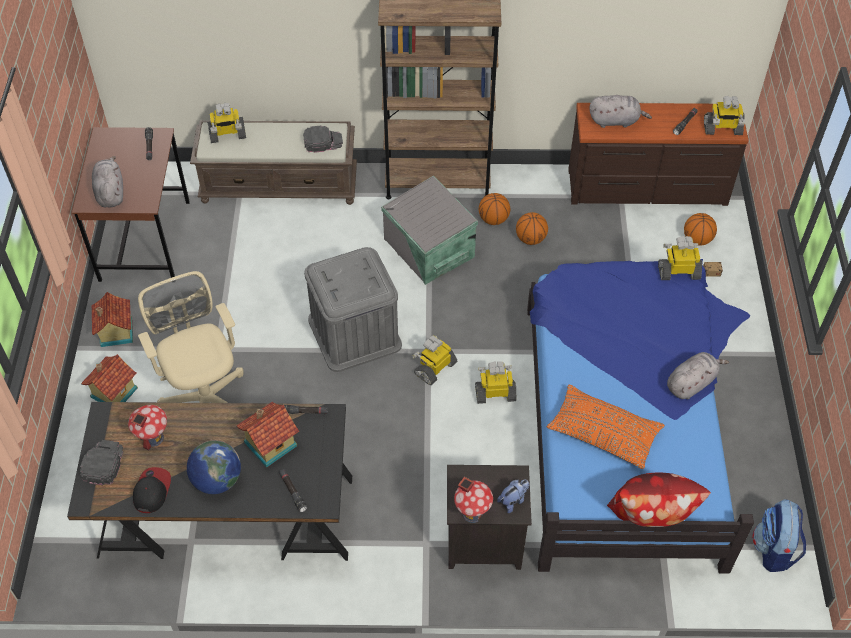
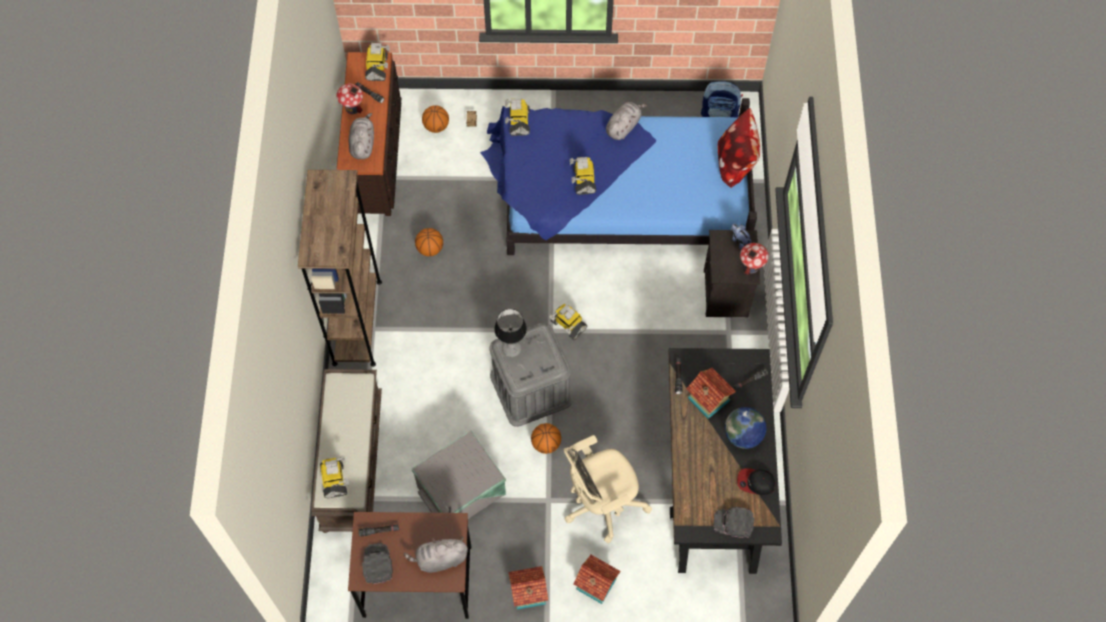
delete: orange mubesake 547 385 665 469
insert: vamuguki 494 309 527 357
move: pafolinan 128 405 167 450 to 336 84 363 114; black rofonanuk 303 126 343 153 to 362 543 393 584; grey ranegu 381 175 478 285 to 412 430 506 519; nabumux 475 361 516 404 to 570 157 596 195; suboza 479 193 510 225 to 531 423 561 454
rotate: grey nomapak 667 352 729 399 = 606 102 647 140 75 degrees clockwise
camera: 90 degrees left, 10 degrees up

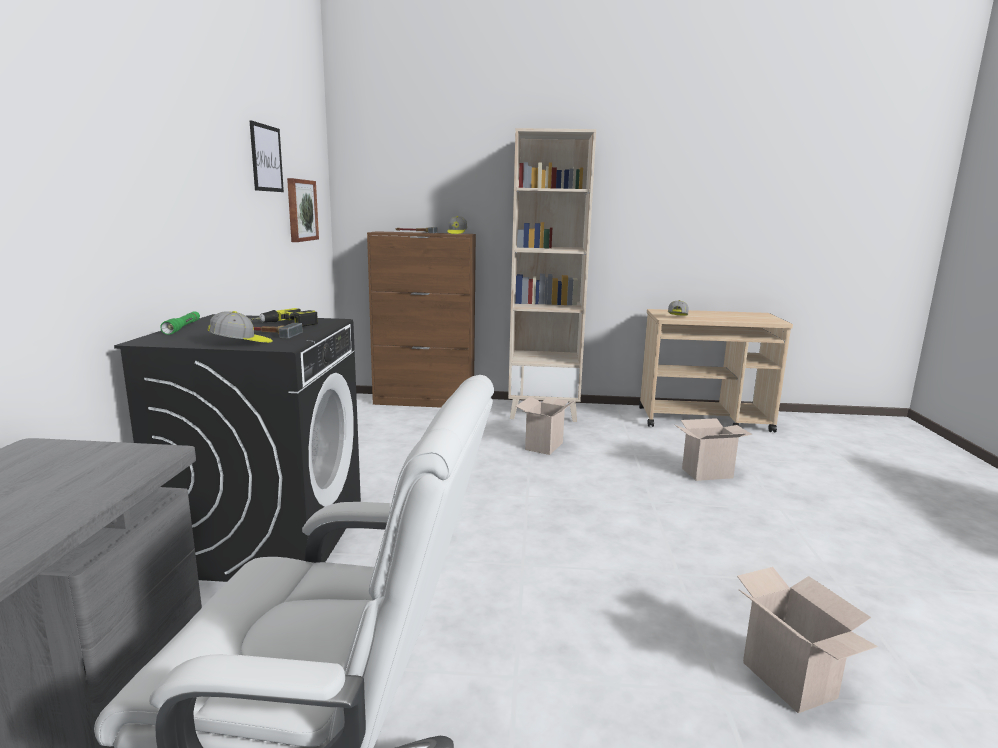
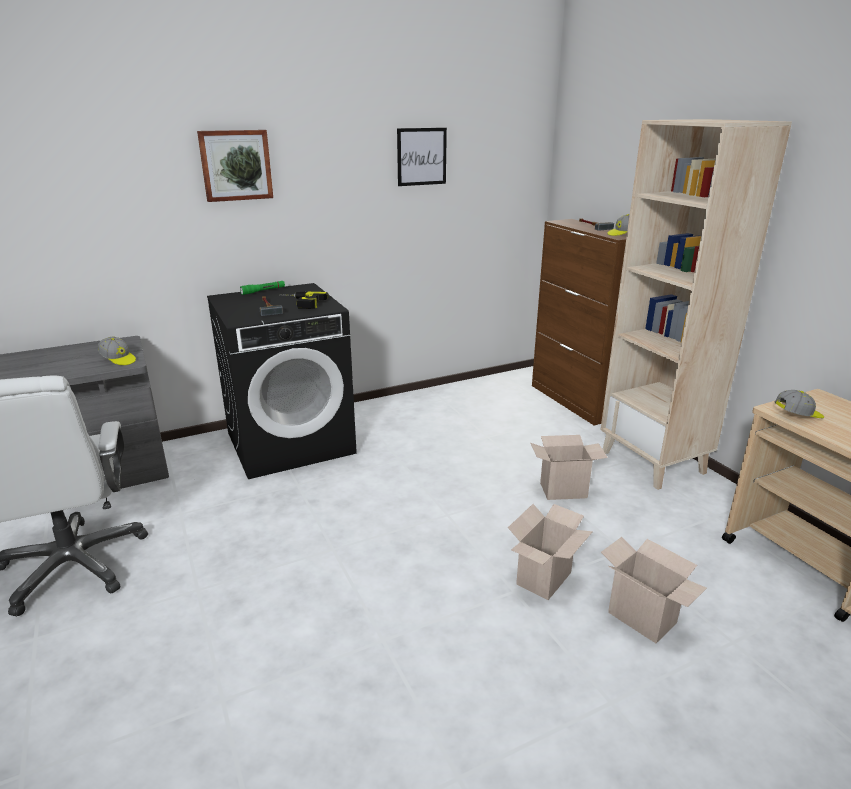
move: rofonanuk 208 311 273 343 to 98 337 136 365; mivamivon 287 178 319 242 to 197 130 273 202; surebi 737 567 878 713 to 508 504 593 600
camera: 60 degrees right, 10 degrees up

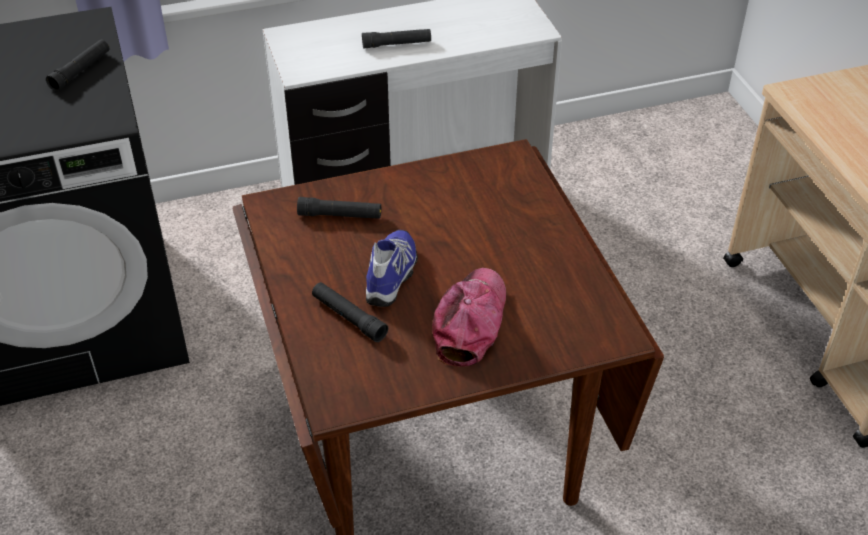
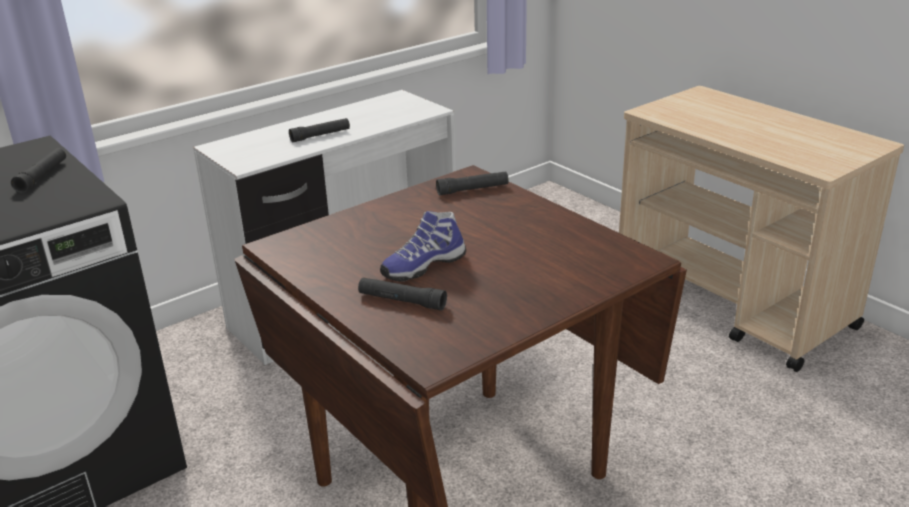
delete: rofonanuk 432 268 506 367
move: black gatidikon 297 197 381 219 to 436 171 509 195
rotate: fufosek 366 230 418 307 = 380 211 466 281 120 degrees counterclockwise
camera: 20 degrees left, 15 degrees down

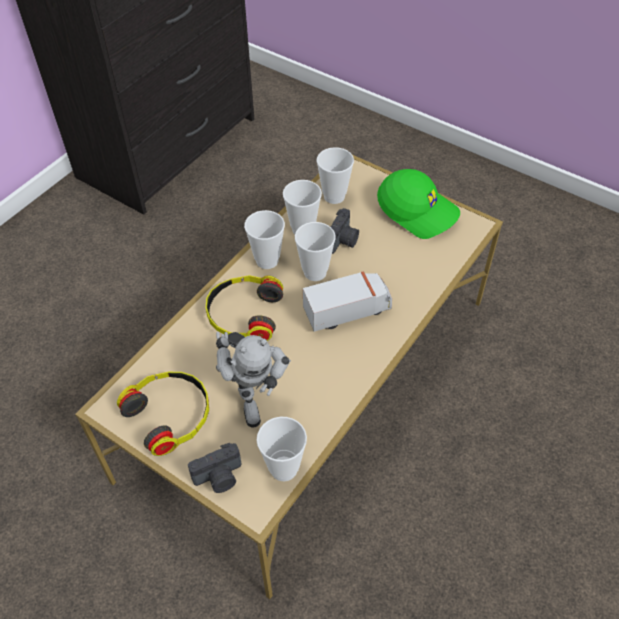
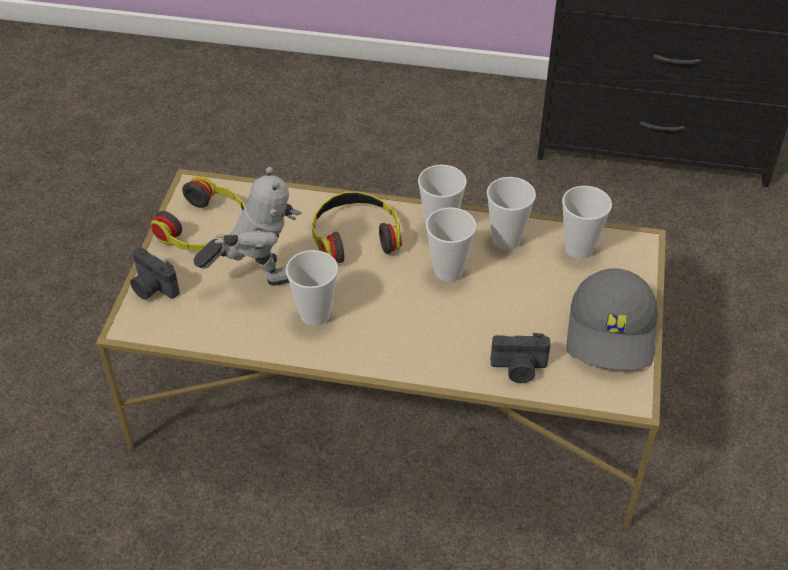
delete: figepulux 303 271 392 332
move: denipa 256 417 307 481 to 286 250 338 326; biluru 331 208 359 254 to 491 333 550 383
recolor: green rofonanuk 377 169 460 239 to grey rofonanuk 566 268 658 370
rotate: nabumux 216 332 291 427 = 194 167 302 286 150 degrees counterclockwise
camera: 65 degrees right, 5 degrees down

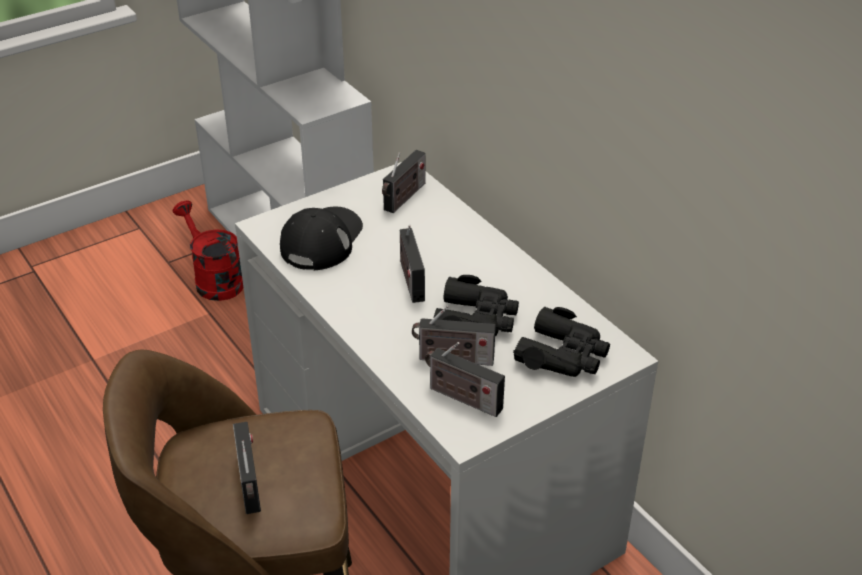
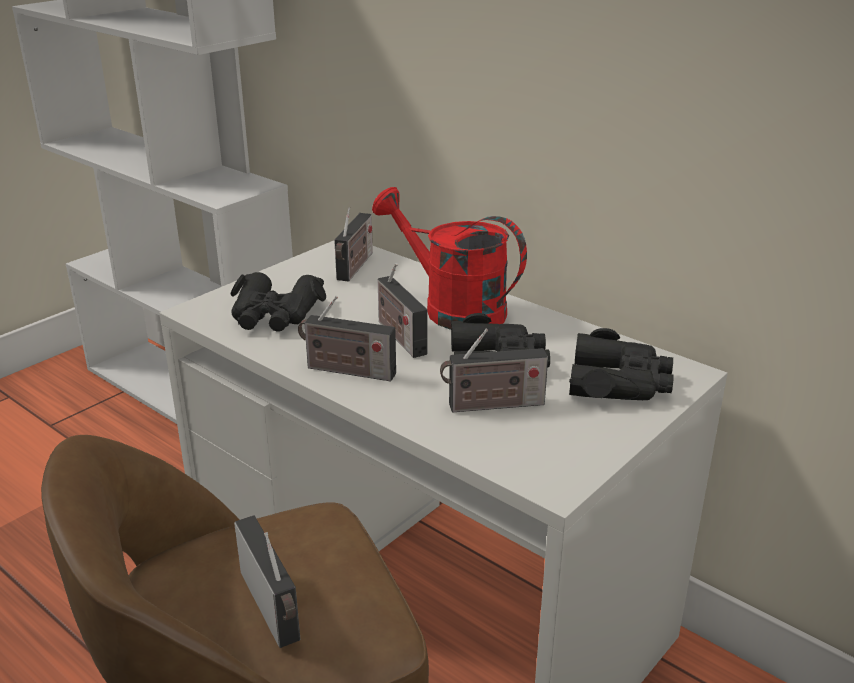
move: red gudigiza 173 200 243 301 to 372 187 527 330; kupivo 425 342 505 417 to 298 296 396 381
replace: black rofonanuk 280 207 363 270 to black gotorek 230 272 326 332
camera: 15 degrees left, 10 degrees down

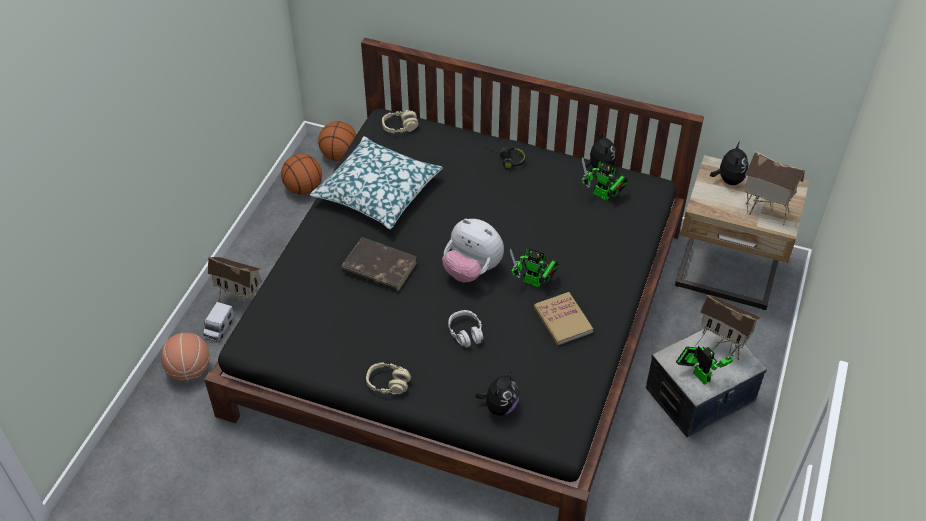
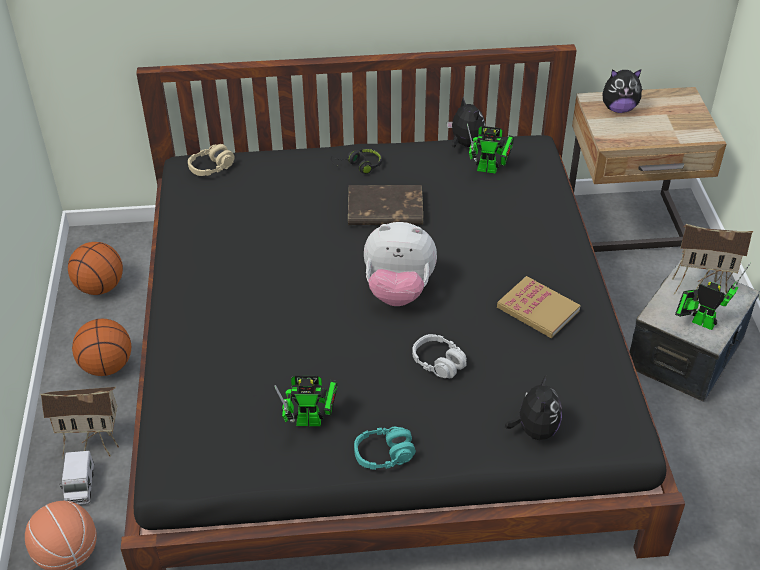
delete: mubesake 310 136 443 229; pafolinan 744 151 805 226
move: suboza 318 121 357 161 to 72 318 131 376; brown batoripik 341 237 417 291 to 348 185 423 225; nabumux 510 248 559 288 to 274 376 338 426
recolor: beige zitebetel 366 363 411 395 to turquoise zitebetel 354 427 416 470
rotate: nomapak 710 142 749 185 = 603 69 642 113 105 degrees clockwise
camera: 25 degrees left, 5 degrees down

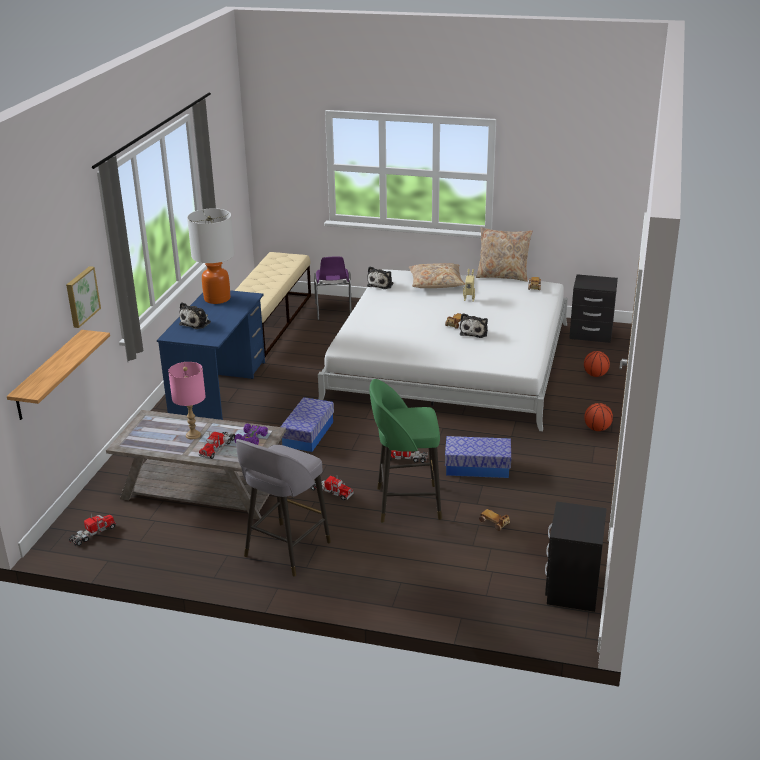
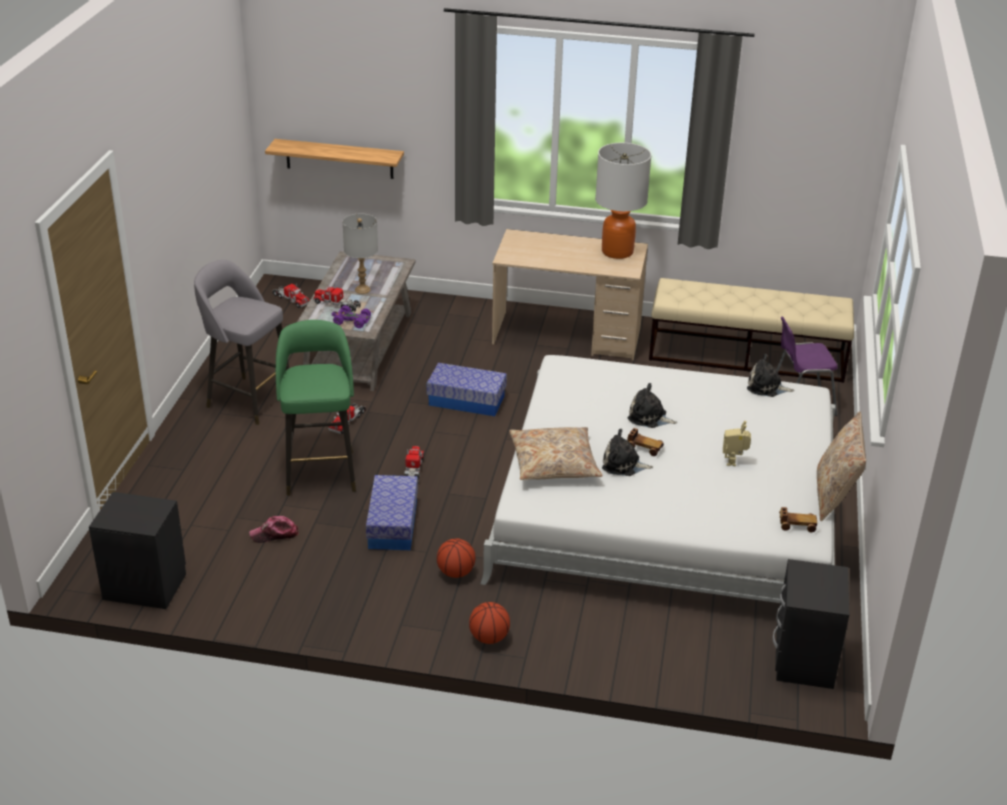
delete: mivamivon 66 266 101 328
move: nomapak 179 302 211 329 to 628 383 677 428; beige mubesake 409 263 465 288 to 509 427 603 480; suboza 584 351 610 377 to 437 538 475 578
replace: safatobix 479 509 510 531 to rofonanuk 249 516 299 543
recolor: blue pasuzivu 157 290 265 420 to beige pasuzivu 492 229 648 361; pink vamuguki 168 362 206 439 to grey vamuguki 343 213 378 294
camera: 85 degrees right, 5 degrees up

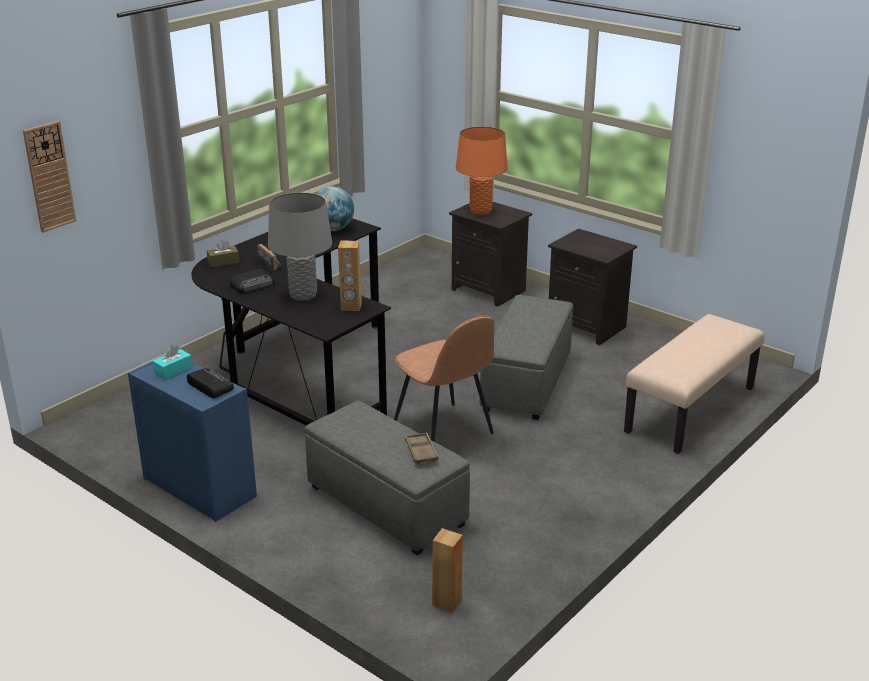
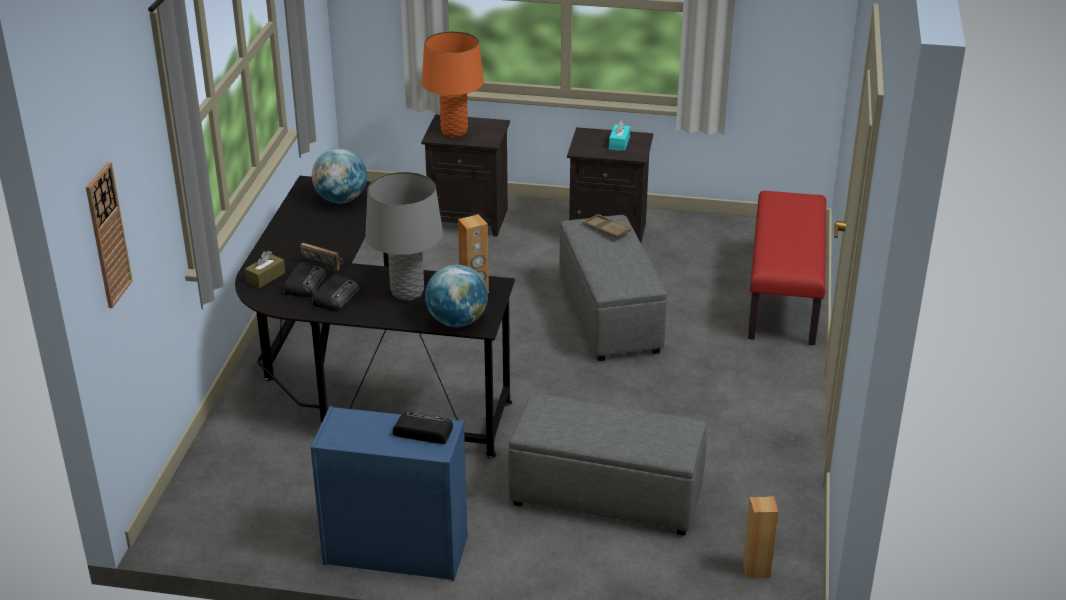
delete: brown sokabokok 394 316 494 441
insert: kupivo 284 262 327 297; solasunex 425 264 488 327
move: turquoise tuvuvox 152 345 192 380 to 609 120 630 151; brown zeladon 405 432 438 464 to 583 214 631 239
recolor: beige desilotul 624 314 764 454 to red desilotul 748 191 826 345
camera: 30 degrees left, 5 degrees up

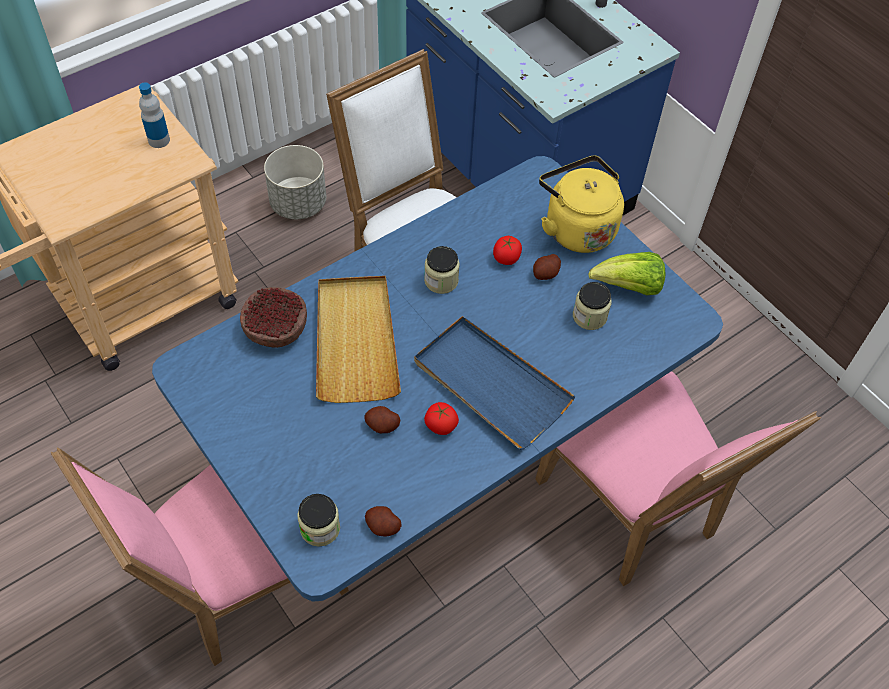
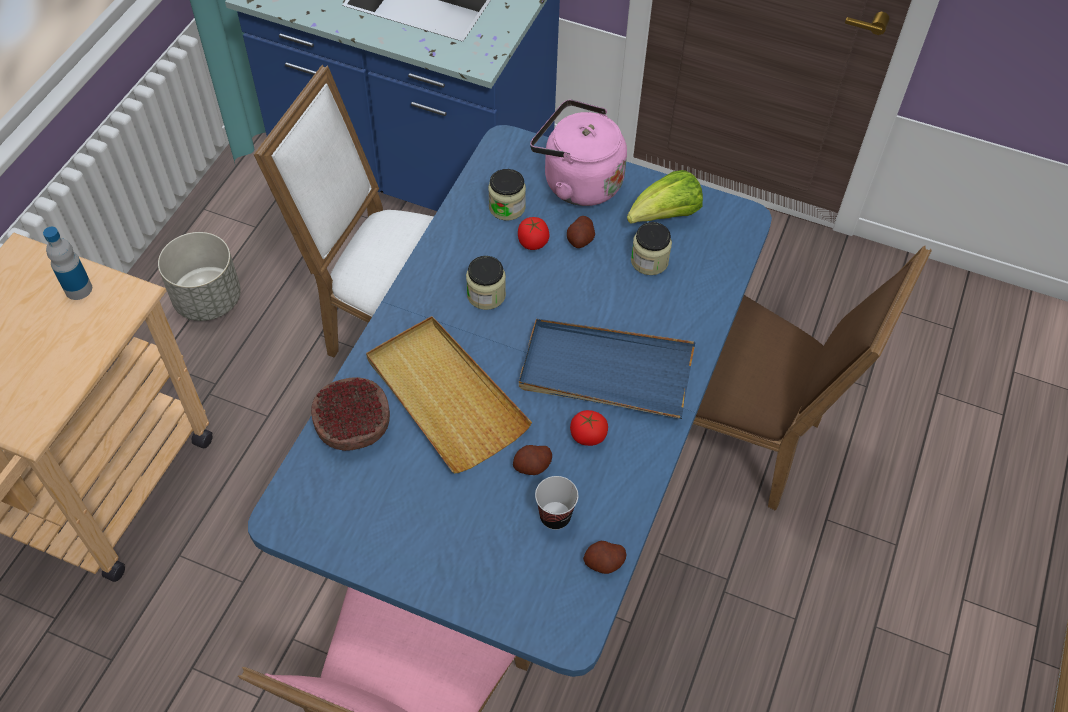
insert: denipa 535 476 578 530
move: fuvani 297 494 340 546 to 488 169 526 221
recolor: pink sokabokok 535 371 821 586 to brown sokabokok 693 245 932 511; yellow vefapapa 539 156 624 253 to pink vefapapa 530 99 627 206
camera: 30 degrees left, 0 degrees up

